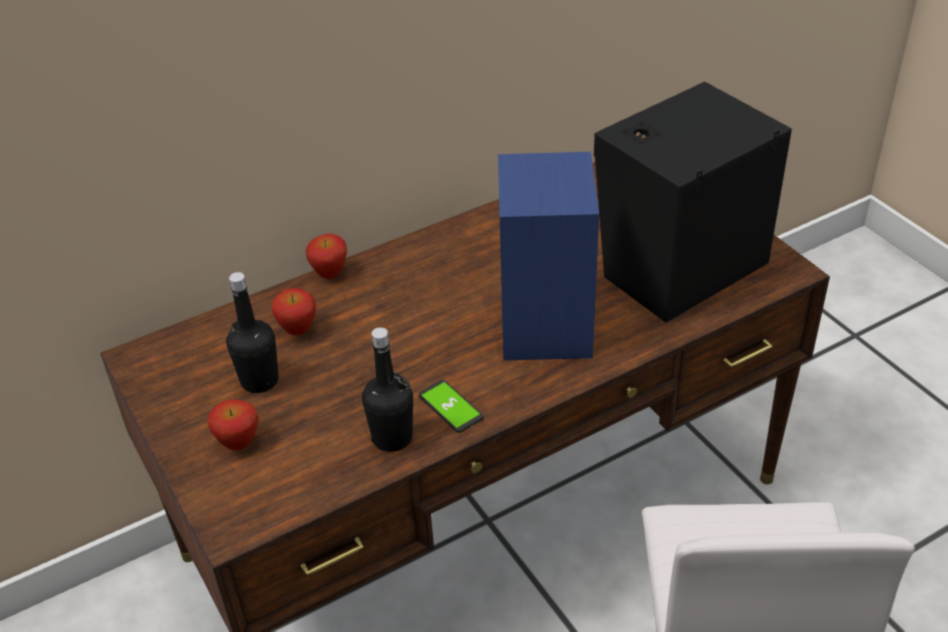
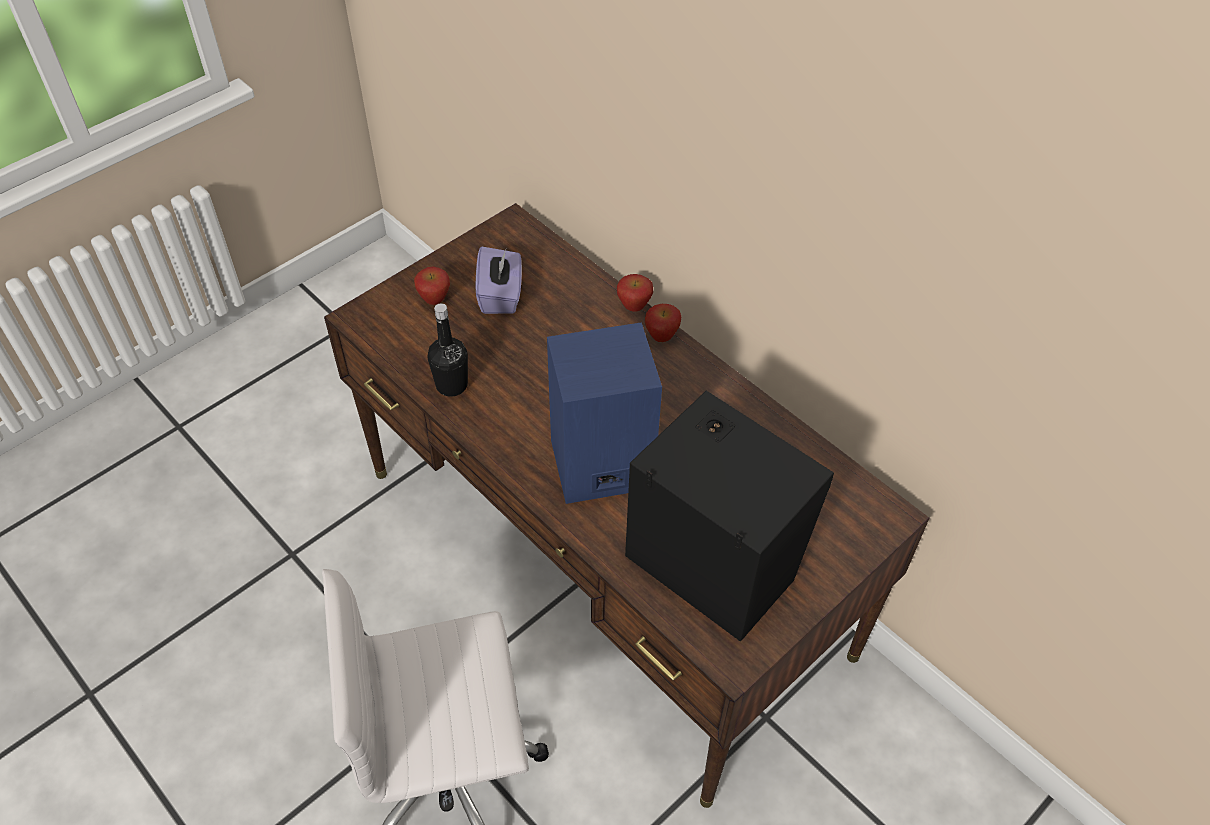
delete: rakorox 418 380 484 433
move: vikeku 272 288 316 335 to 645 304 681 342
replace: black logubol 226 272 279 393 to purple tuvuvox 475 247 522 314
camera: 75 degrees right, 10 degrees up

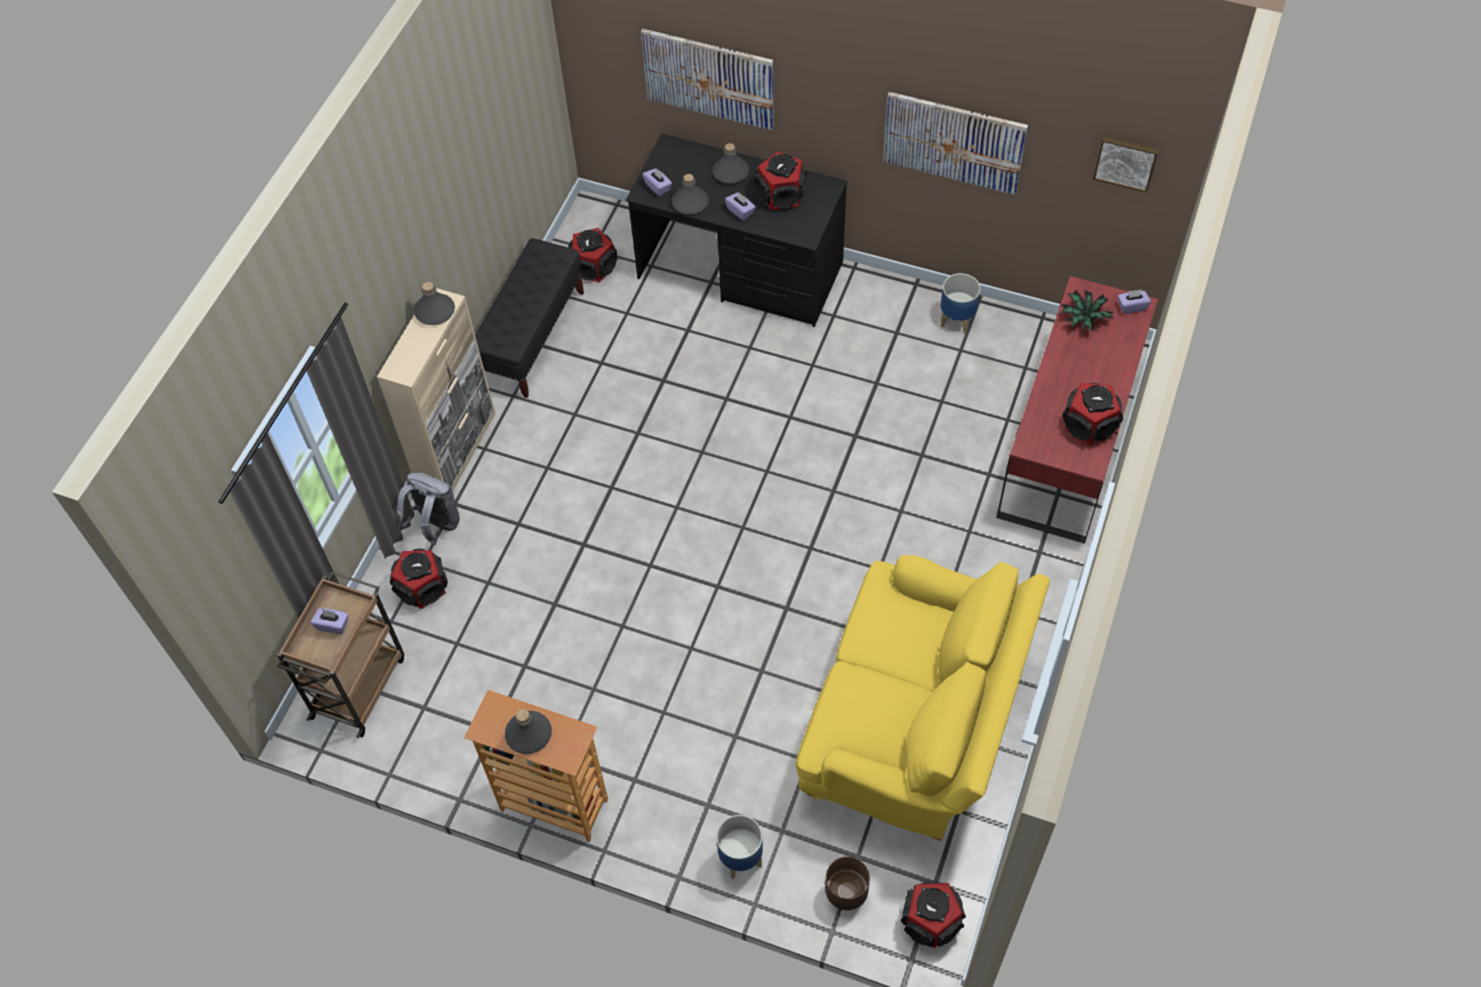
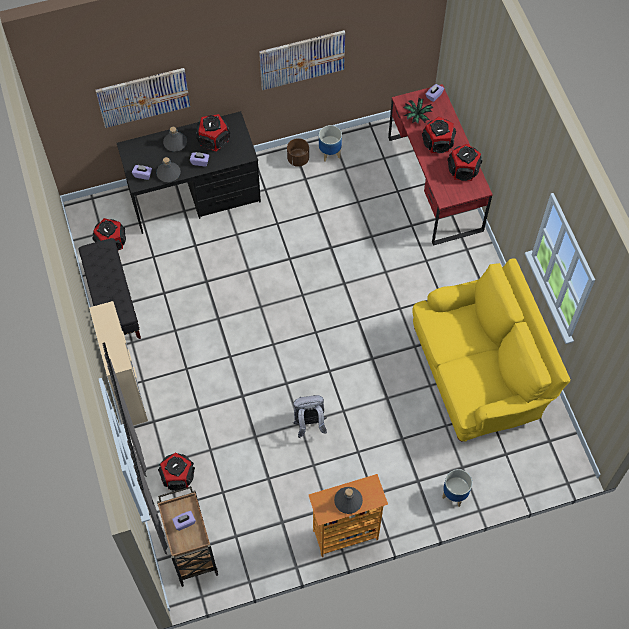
delete: grey logubol 414 282 455 325; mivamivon 1093 136 1159 193
move: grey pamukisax 397 473 460 545 to 293 395 327 438; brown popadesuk 825 856 870 910 to 287 138 309 167; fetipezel 901 881 966 948 to 422 117 456 153
camera: 40 degrees left, 5 degrees up

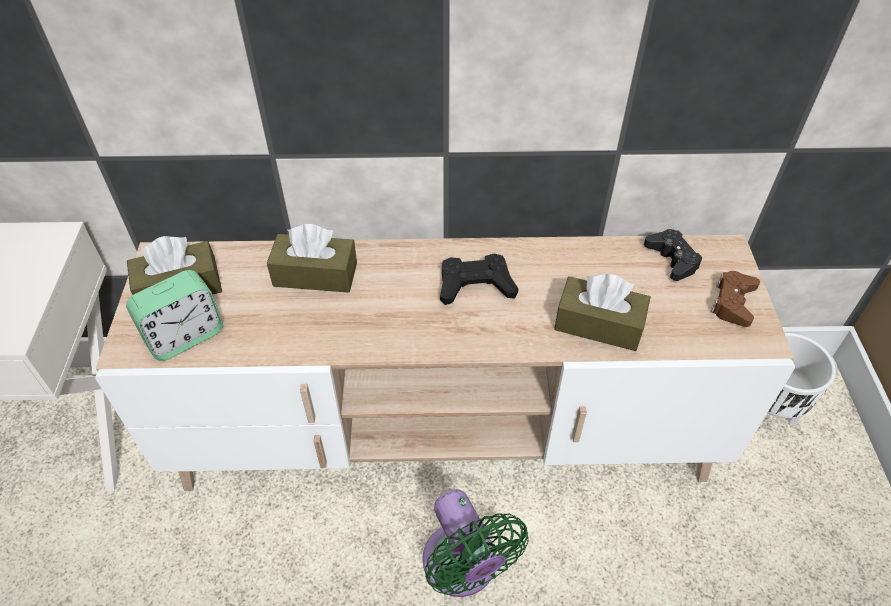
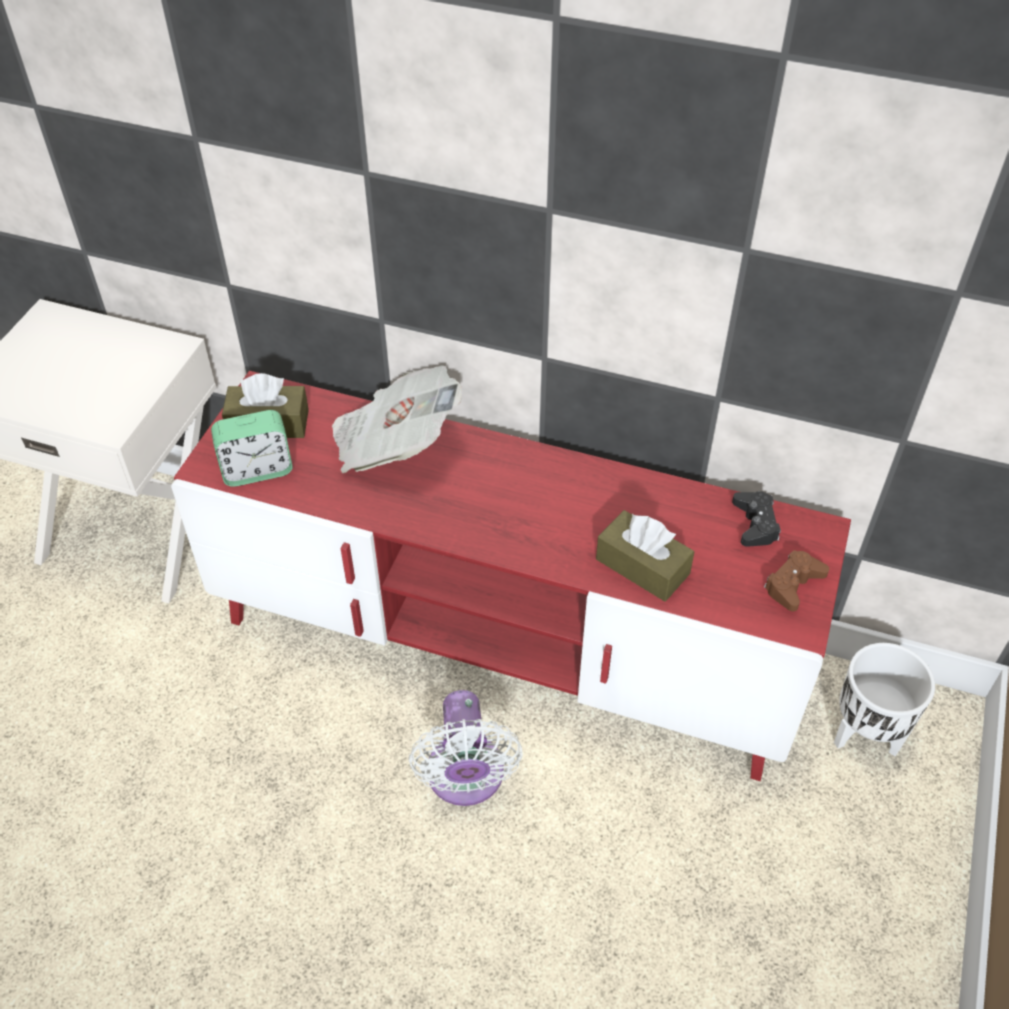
delete: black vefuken 440 254 518 305
replace: brown tuvuvox 267 224 357 293 to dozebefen 332 365 462 473
recolor: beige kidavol 95 234 795 491 to red kidavol 171 371 851 781; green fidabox 423 489 529 597 to white fidabox 409 690 523 806
camera: 20 degrees right, 0 degrees up

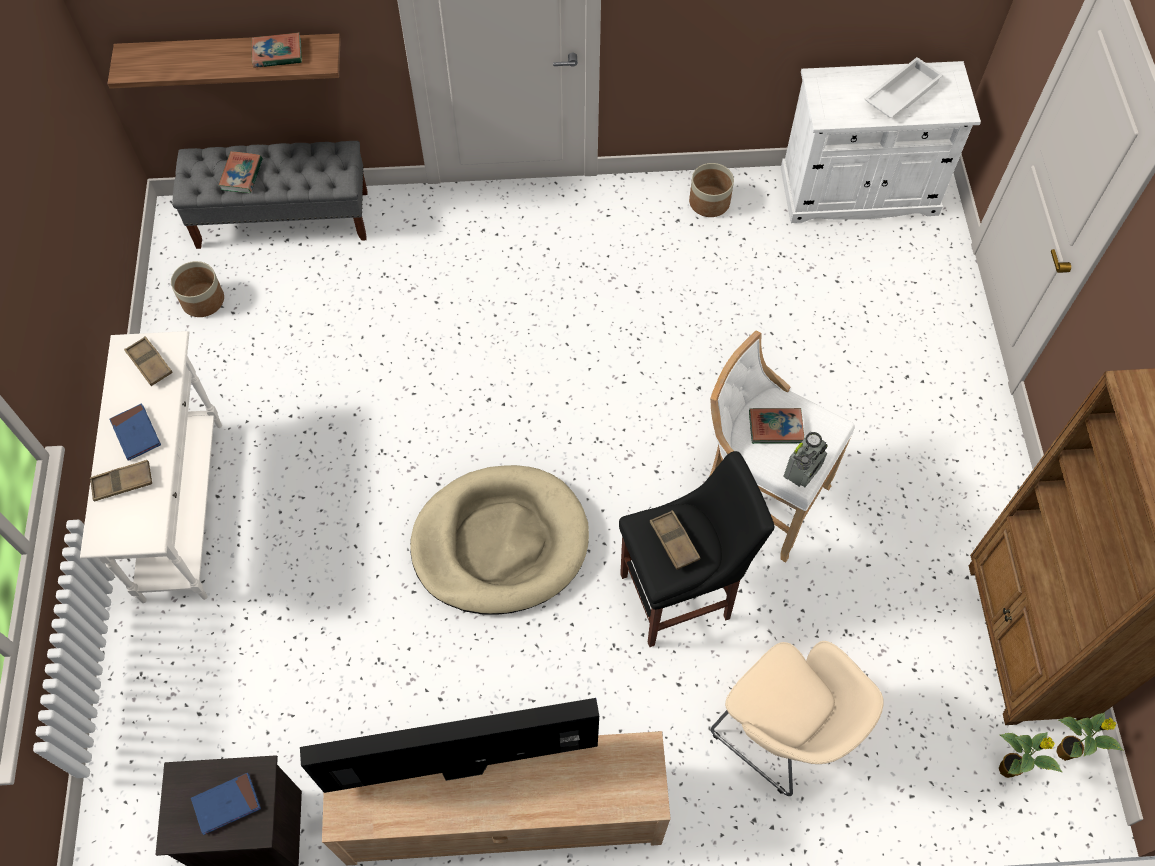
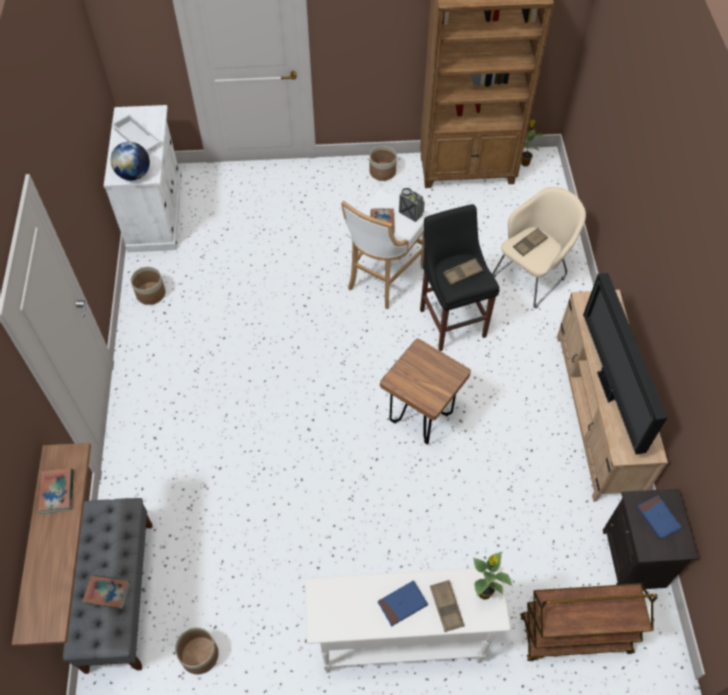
insert: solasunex 111 142 150 180; popadesuk 370 146 397 181; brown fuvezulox 520 583 658 661
move: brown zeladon 124 336 173 386 to 513 228 548 256; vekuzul 999 732 1062 778 to 473 552 512 600
replace: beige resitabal 410 465 589 614 to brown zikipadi 380 338 471 444
camera: 90 degrees left, 5 degrees down

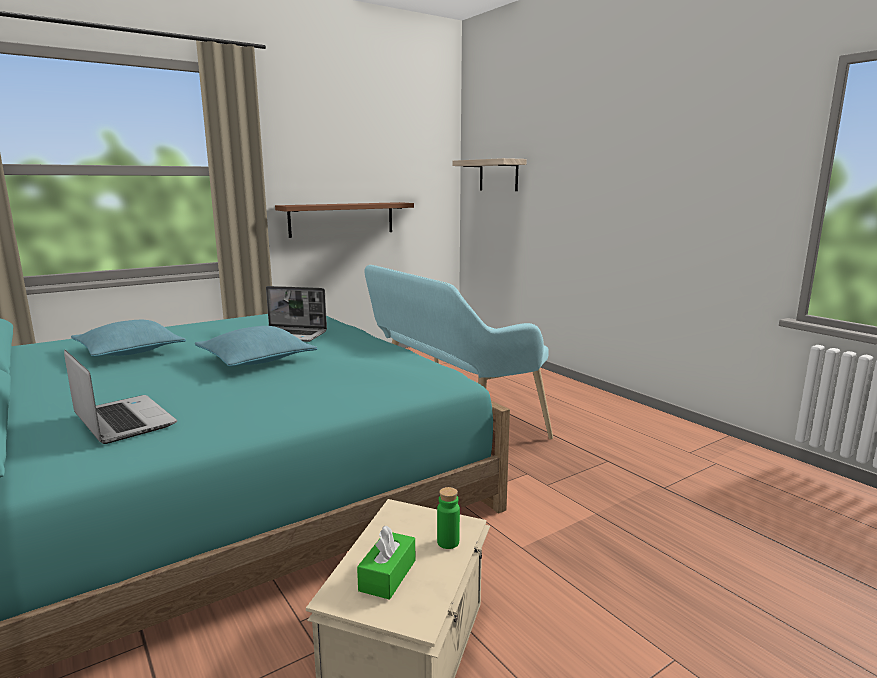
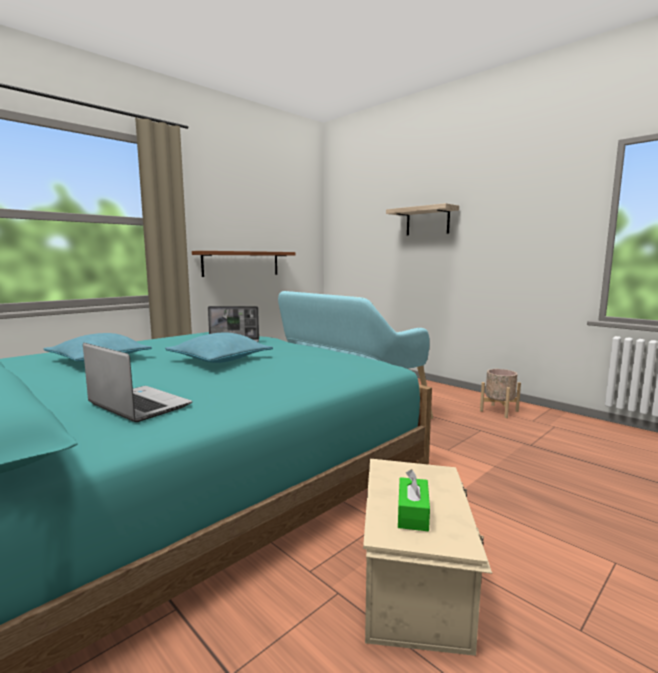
delete: green logubol 437 487 460 549
insert: beige popadesuk 480 369 521 418
move: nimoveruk 453 158 527 191 to 386 203 459 236
camera: 10 degrees left, 5 degrees down

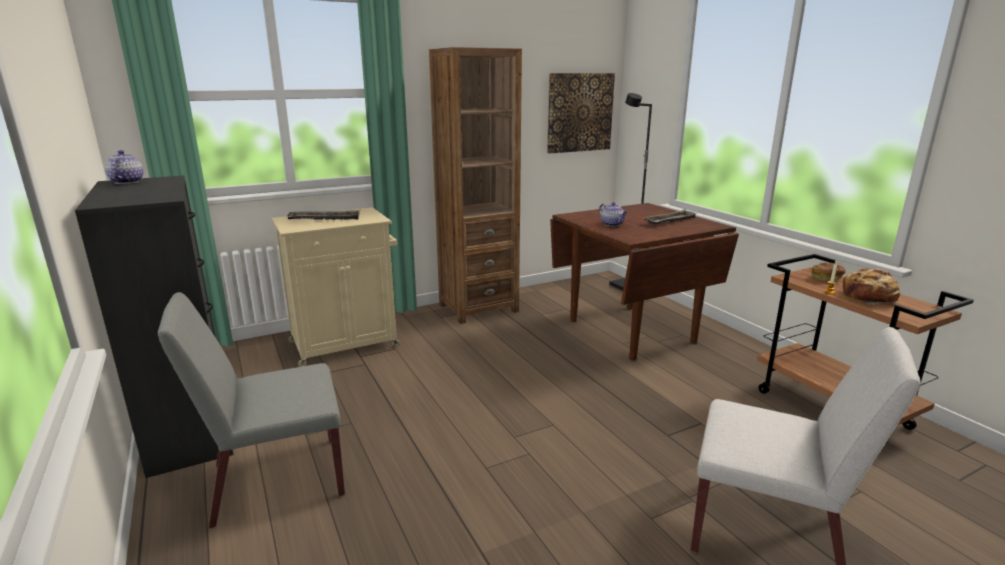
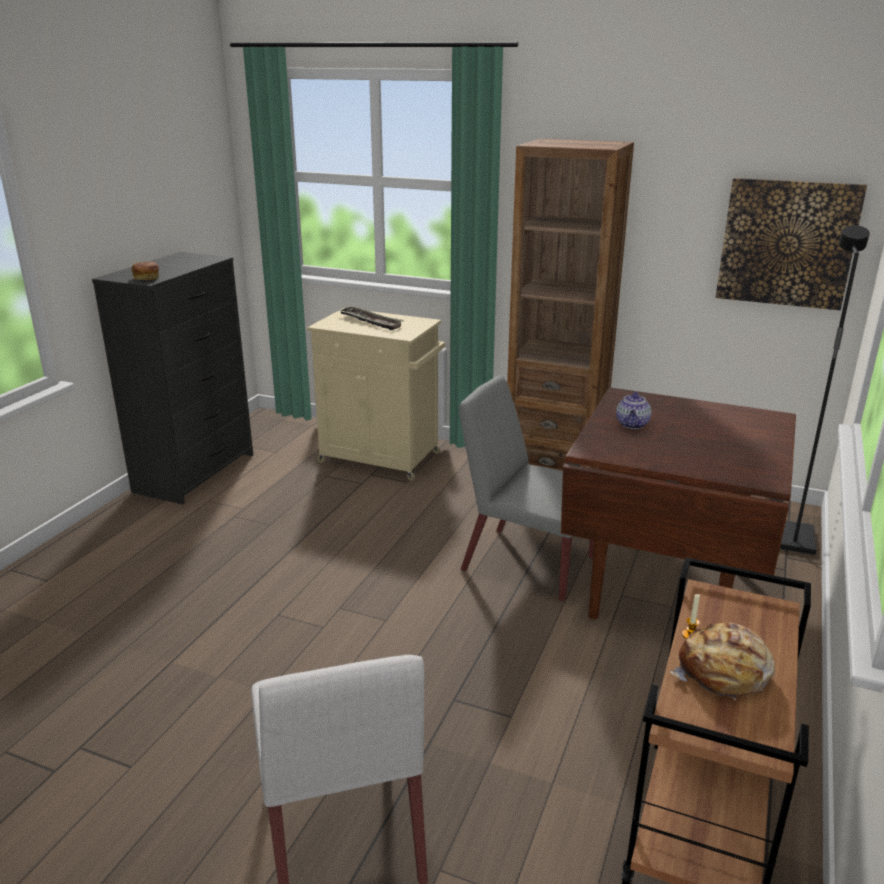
delete: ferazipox 105 150 143 184; zeladon 644 209 698 225
move: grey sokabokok 158 292 345 528 to 459 376 594 602; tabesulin 812 262 846 282 to 131 261 159 280
camera: 50 degrees right, 5 degrees up

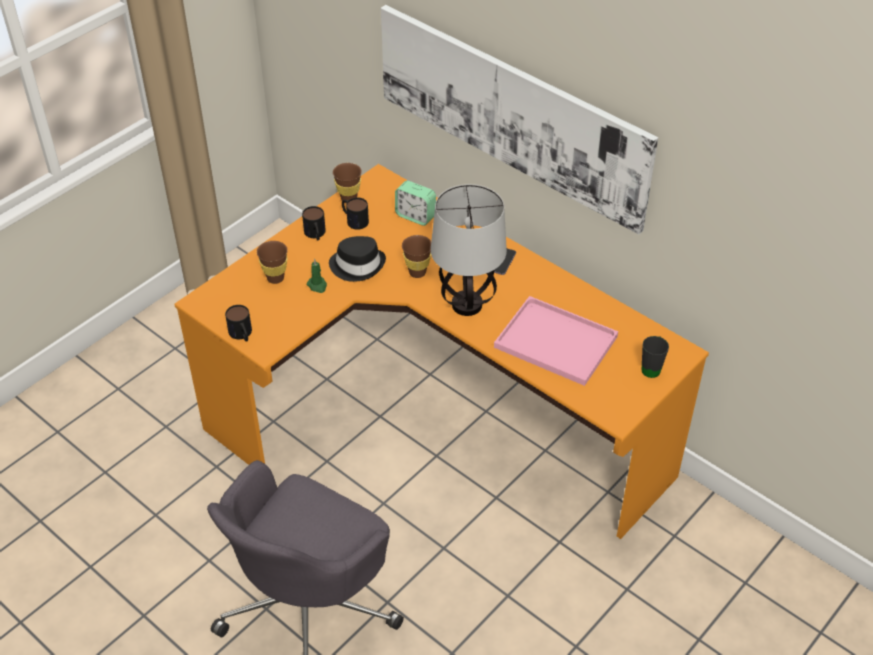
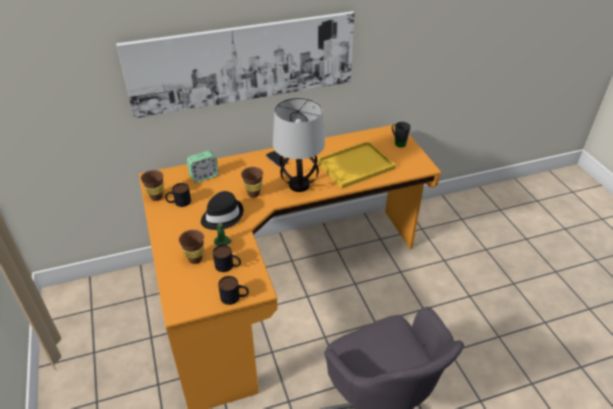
move: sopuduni 302 206 326 240 to 213 245 241 272
recolor: pink zeladon 494 296 618 386 to yellow zeladon 317 141 396 189
camera: 60 degrees left, 5 degrees down

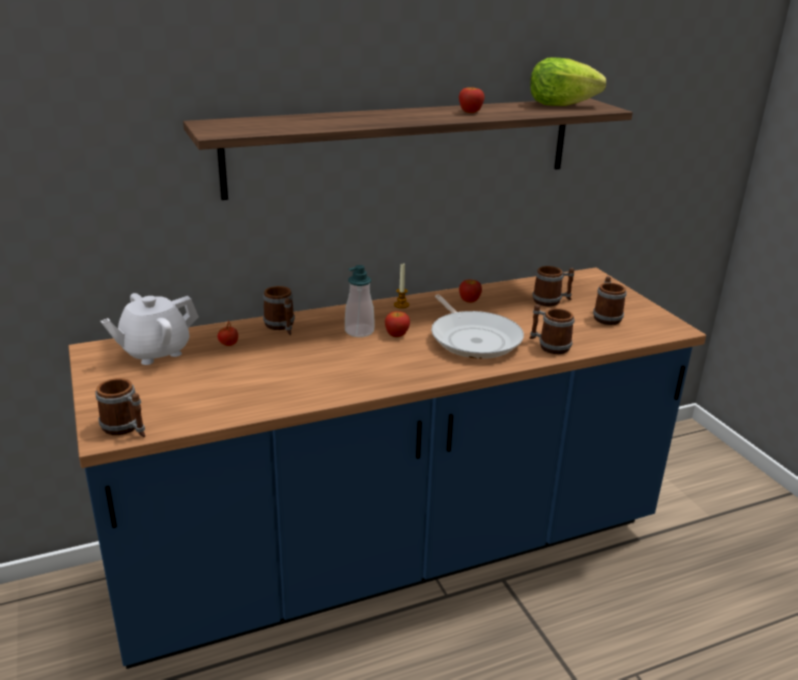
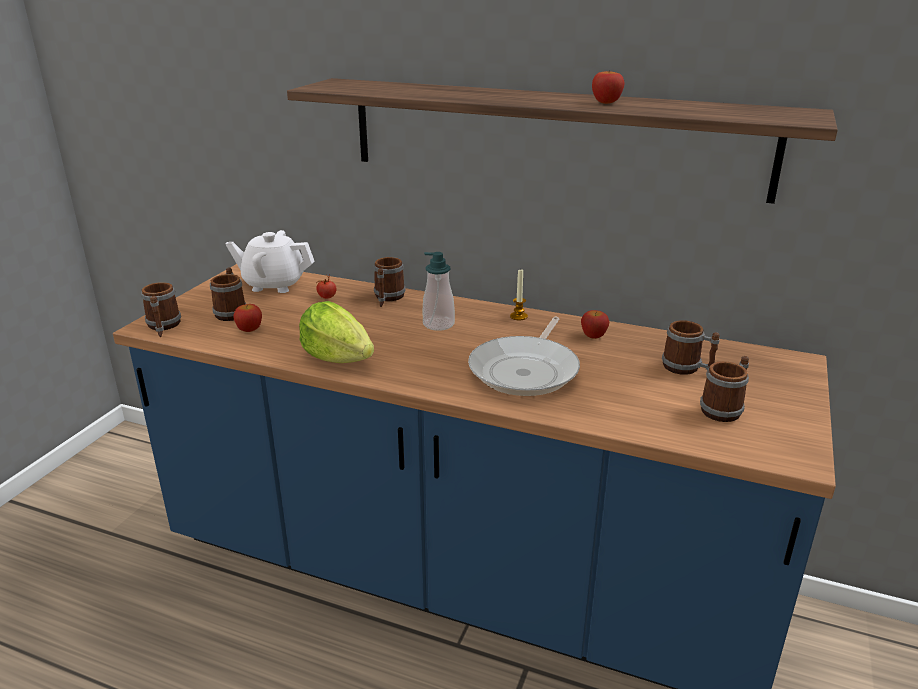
move: vikeku 385 311 410 337 to 233 304 262 332; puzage 530 57 606 106 to 299 301 374 363; sopuduni 530 305 574 354 to 210 267 246 321
camera: 45 degrees right, 0 degrees up

